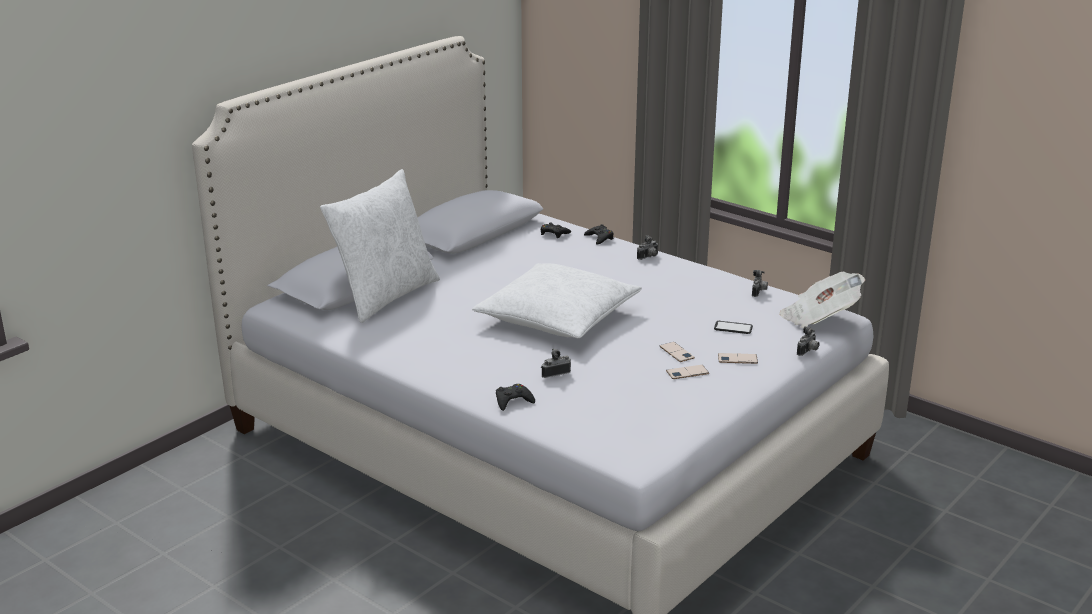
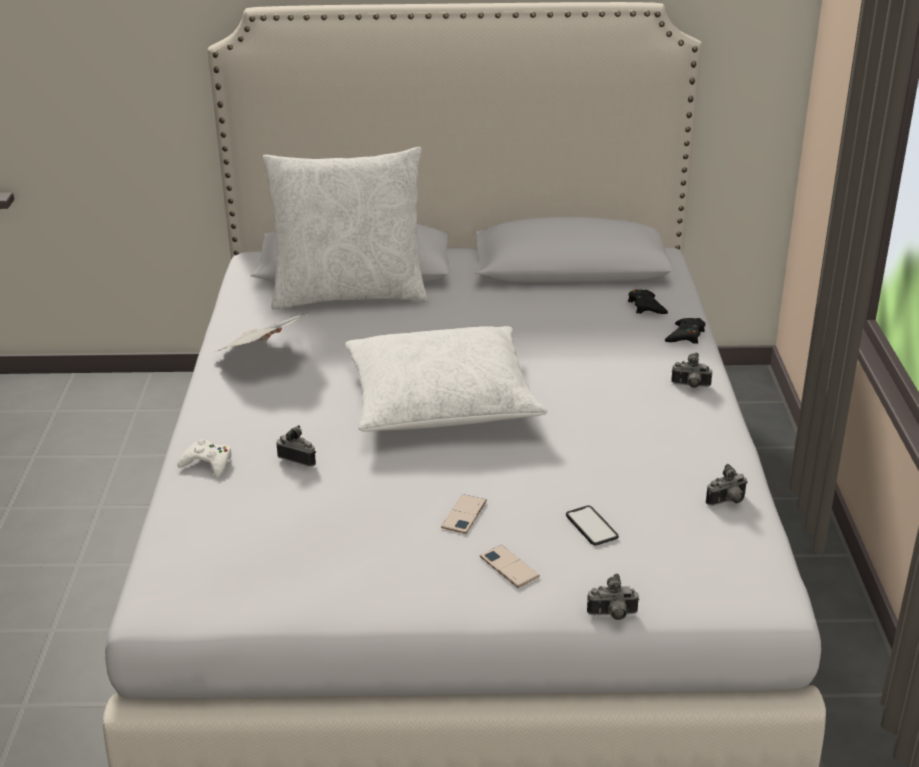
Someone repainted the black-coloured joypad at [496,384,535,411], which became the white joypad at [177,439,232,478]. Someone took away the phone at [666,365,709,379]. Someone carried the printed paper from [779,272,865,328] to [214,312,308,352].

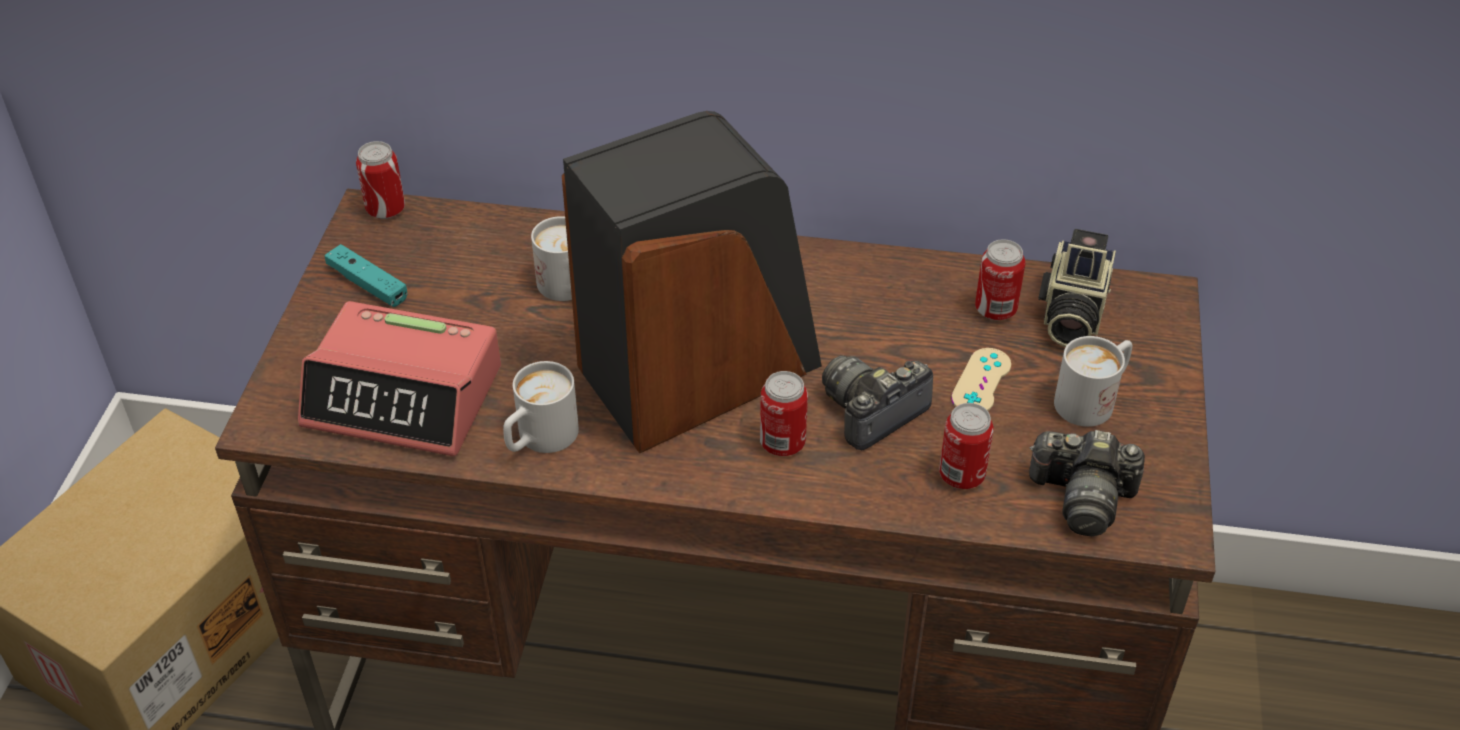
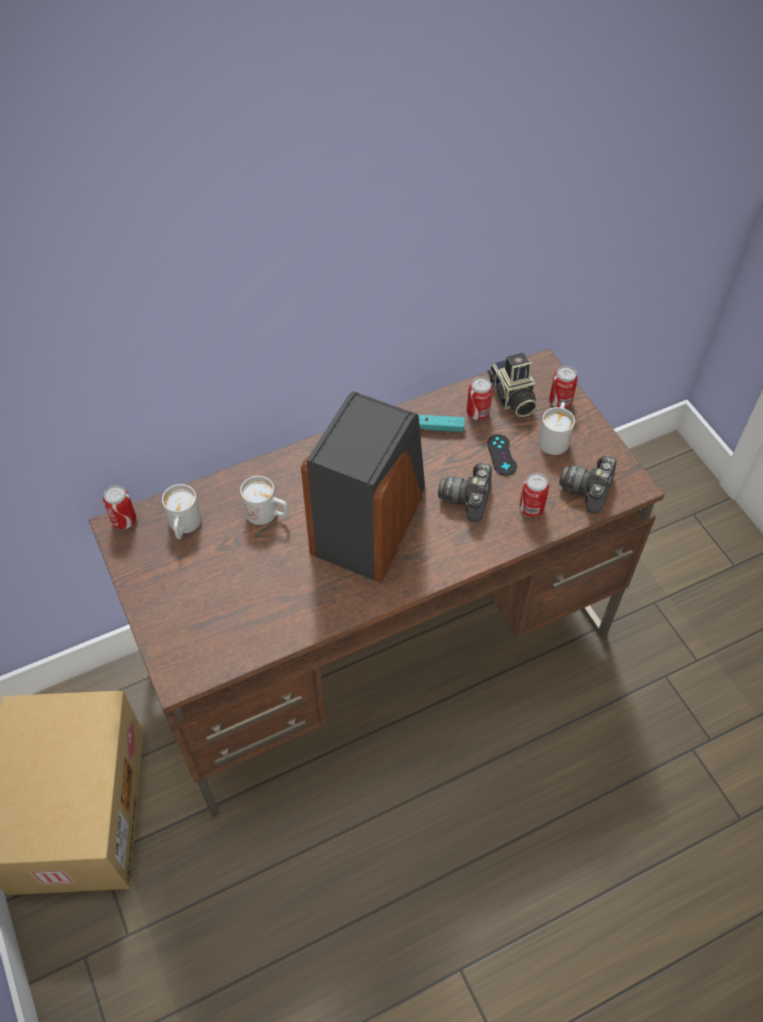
Someone took away the alarm clock at [298,301,501,457]. Someone carried the turquoise-coloured joypad from [325,244,407,307] to [418,415,465,432]. Someone carried the white tea mug from [503,361,579,453] to [162,484,202,539]. Someone carried the can from [760,371,808,456] to [549,366,578,408]. Someone repainted the beige-coloured joypad at [951,348,1011,411], which became the black-coloured joypad at [487,434,517,476]. Someone rotated the photo camera at [1029,430,1145,536] by 135 degrees clockwise.

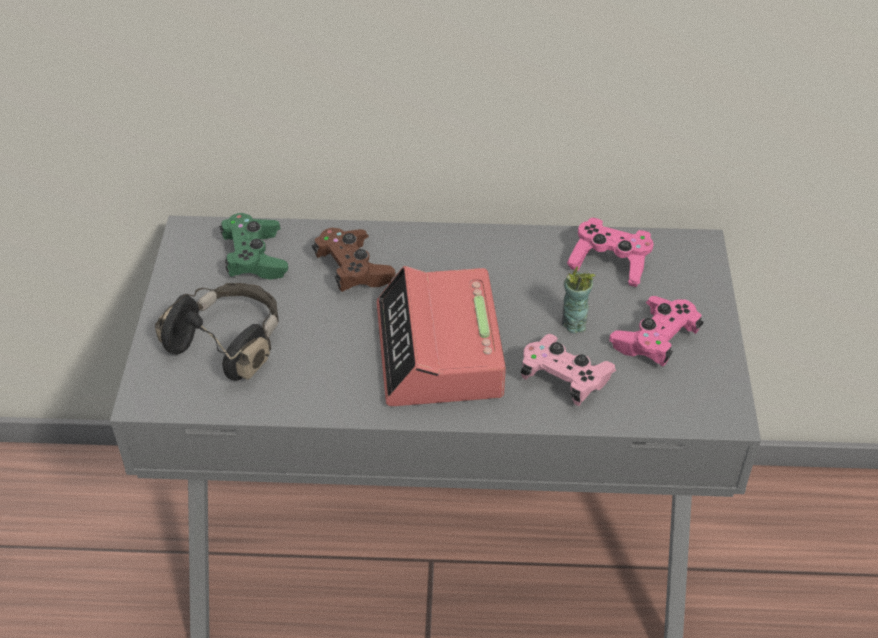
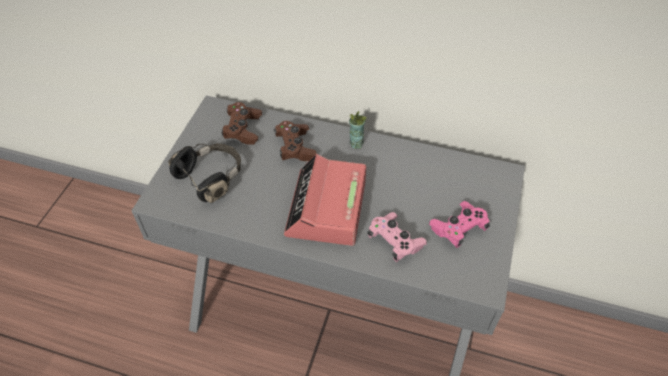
Someone repainted the greenish joypad at [219,213,288,280], which became the brownish joypad at [221,102,262,145]. Someone carried the drinking cup from [562,267,596,333] to [349,111,367,149]. Someone took away the pink joypad at [567,218,654,287].

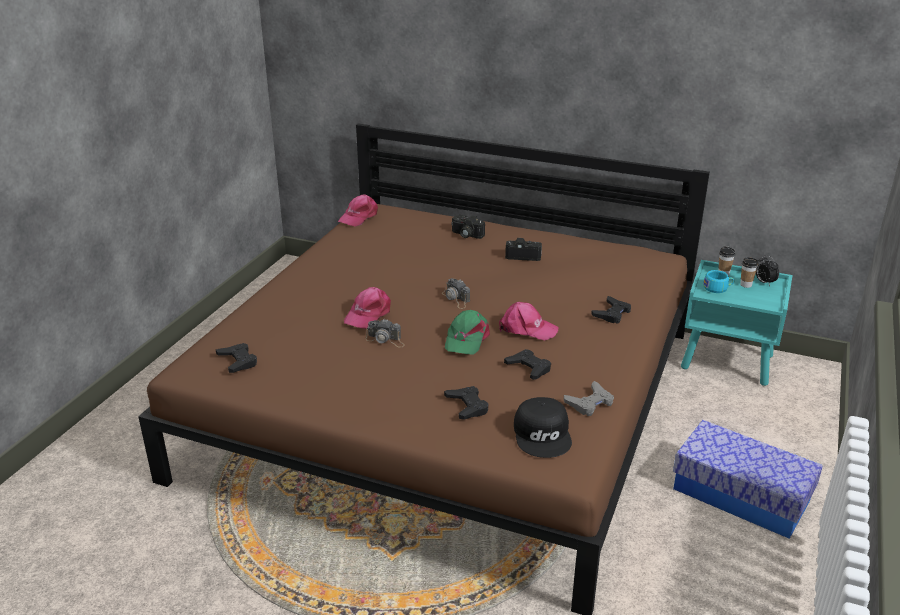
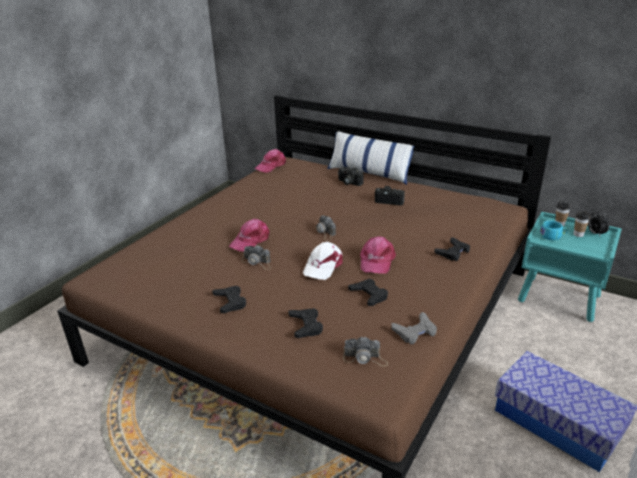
Someone carried the black-coloured joypad from [216,343,257,373] to [212,286,246,313]. Someone repainted the greenish baseball cap at [445,310,490,355], which became the white baseball cap at [303,242,343,280]. Someone rotated the pink baseball cap at [499,302,559,340] by 75 degrees clockwise. Someone swapped the black-coloured baseball cap at [514,397,572,458] for the photo camera at [343,336,388,367]. Someone put down the throw pillow at [327,131,415,185].

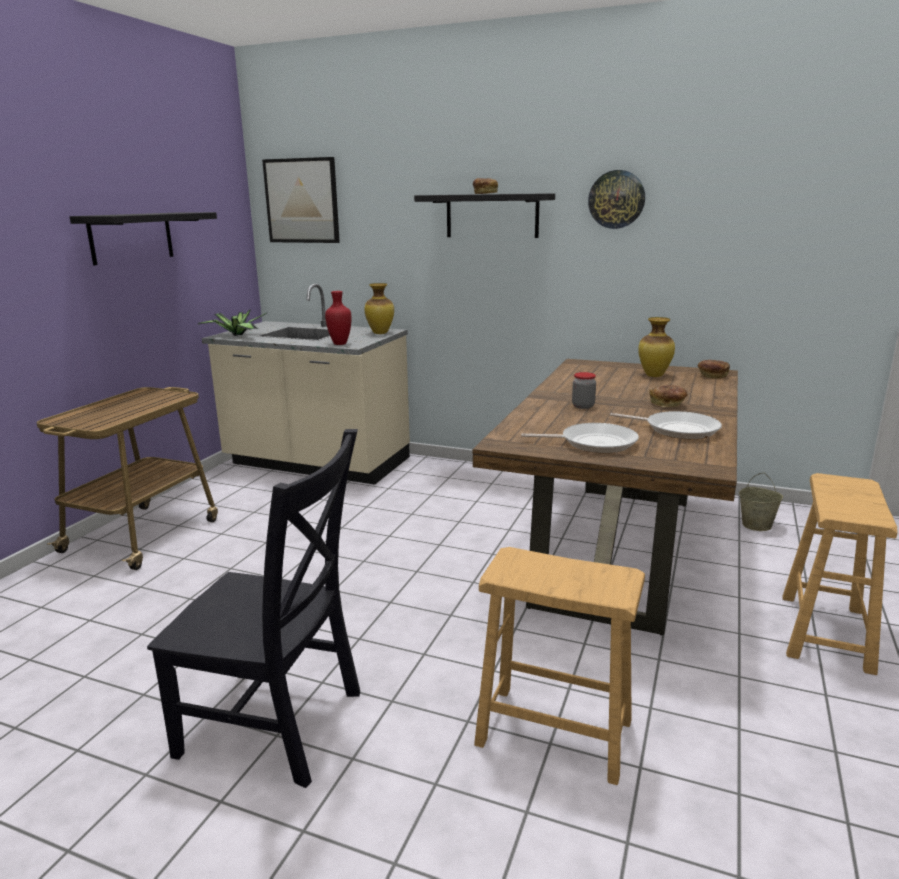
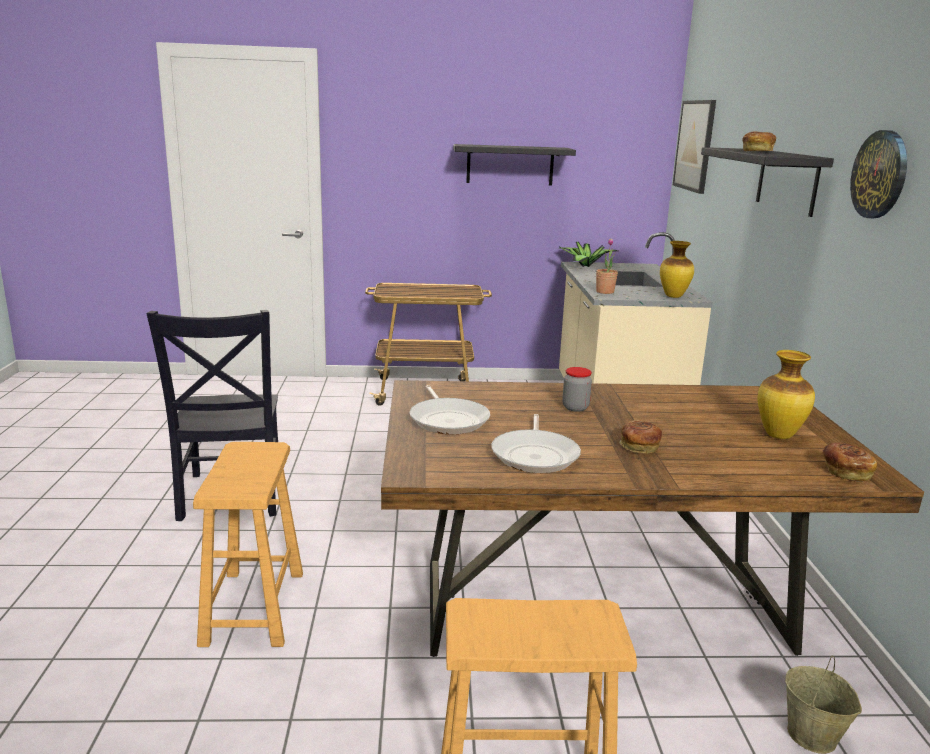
Someone swapped the red vase at [325,291,351,345] for the plant in a pot at [596,238,618,294].

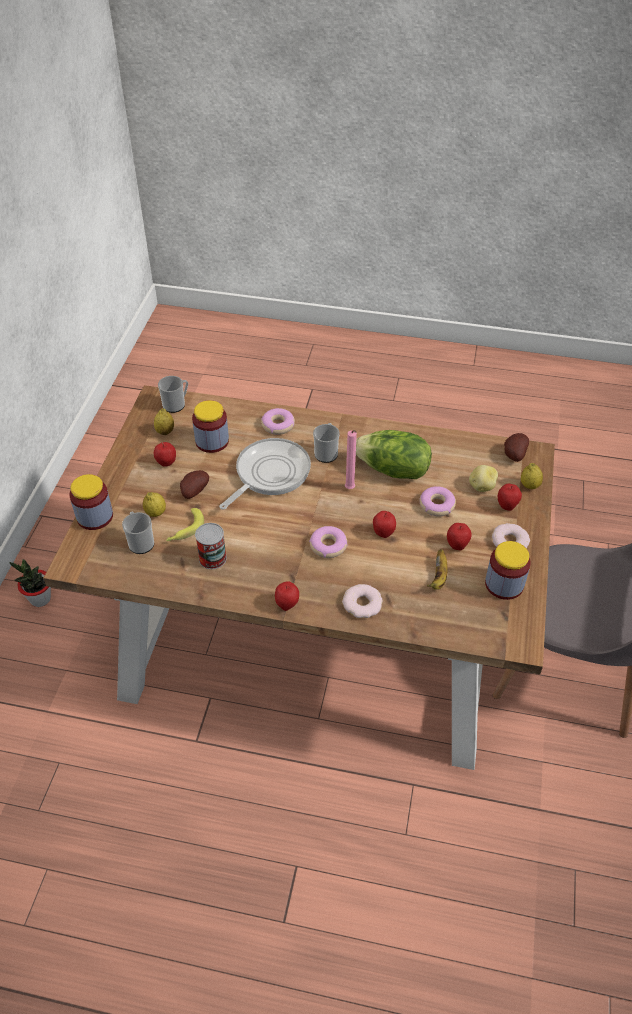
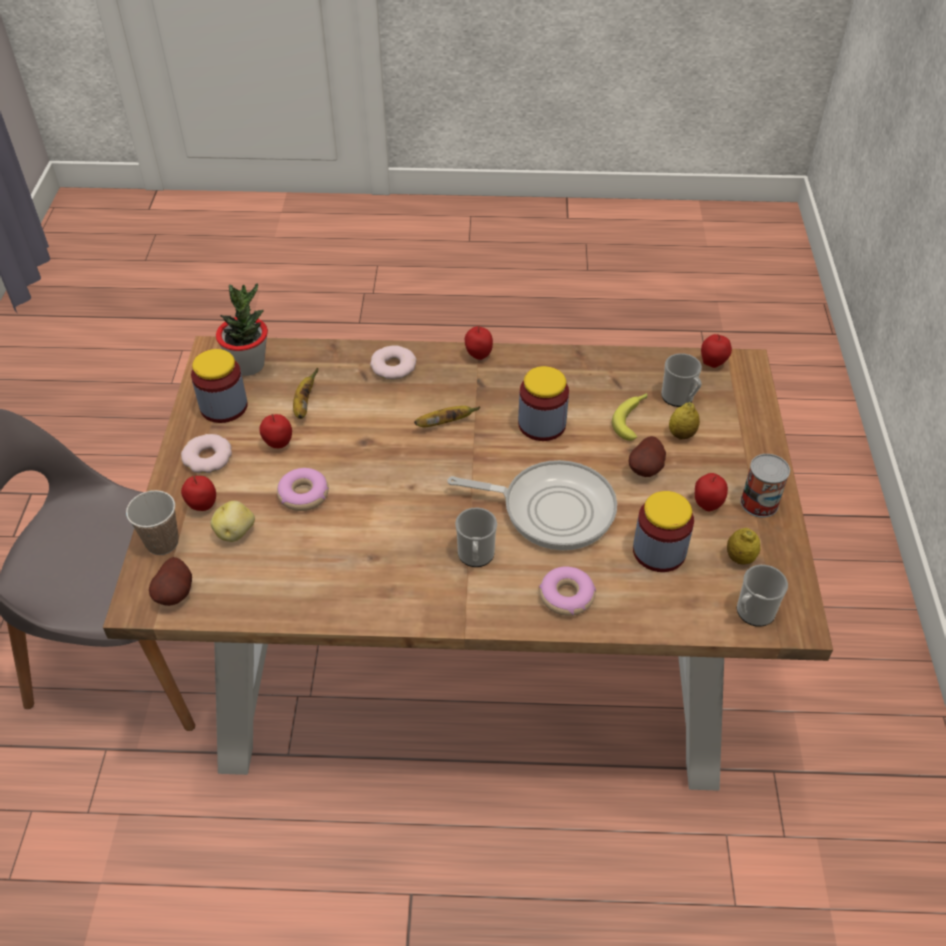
Someone carried the plant in a pot from [9,559,51,607] to [216,283,268,376]. Someone carried the storage jar from [69,474,113,530] to [518,366,569,441]. Someone carried the can from [195,523,227,569] to [740,454,790,518]. Someone rotated the frying pan at [219,438,311,510] by 105 degrees counterclockwise. Someone swapped the doughnut at [309,526,347,558] for the whole banana at [414,406,480,427]. Someone took away the pink candle at [345,430,357,489]. Someone took away the lettuce at [356,430,432,479]. Someone carried the apple fruit from [373,511,396,538] to [701,334,732,368]. Someone swapped the citrus fruit at [521,463,543,489] for the drinking cup at [126,490,179,555].

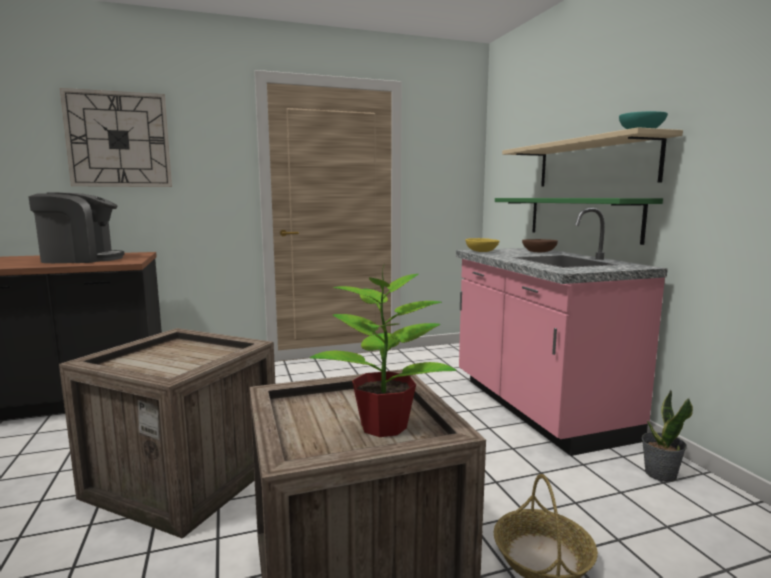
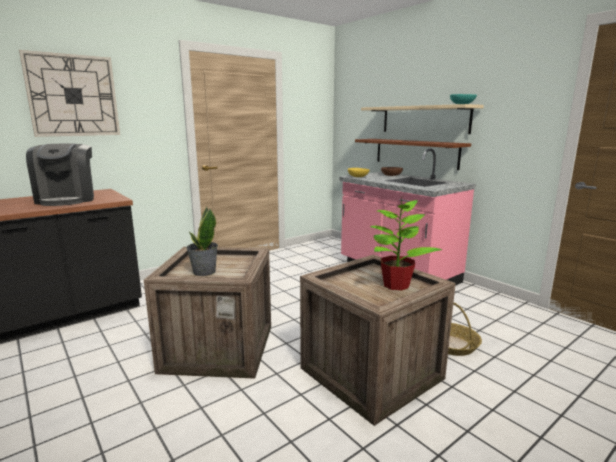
Someone rotated the coffee maker at [28,193,125,263] by 105 degrees clockwise. Someone repainted the greenish bracket shelf at [495,198,663,245], which became the brownish bracket shelf at [355,139,471,170]. Someone carried the plant in a pot from [642,390,693,482] to [186,207,218,276].

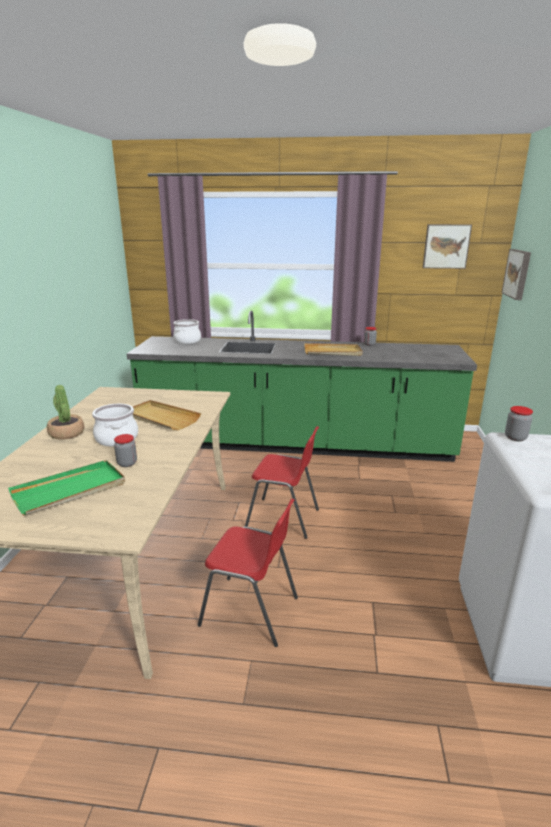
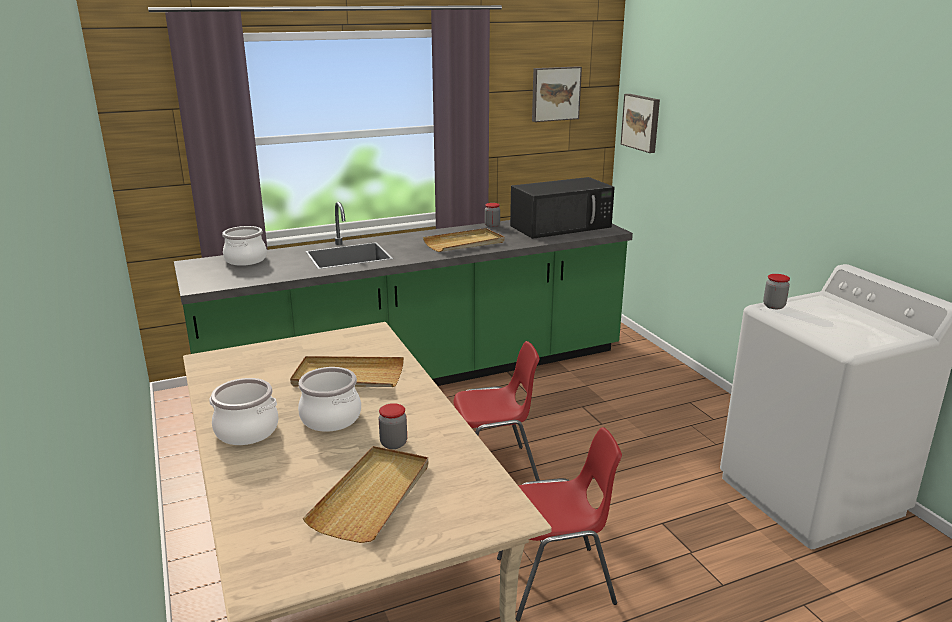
Someone repainted the greenish carrying tray at [8,460,125,515], which became the beige-coloured carrying tray at [303,446,428,543]. Someone swapped the plant in a pot at [47,385,84,440] for the saucepot at [209,378,279,445]. Someone put down the black-coloured kitchen microwave at [510,177,615,239].

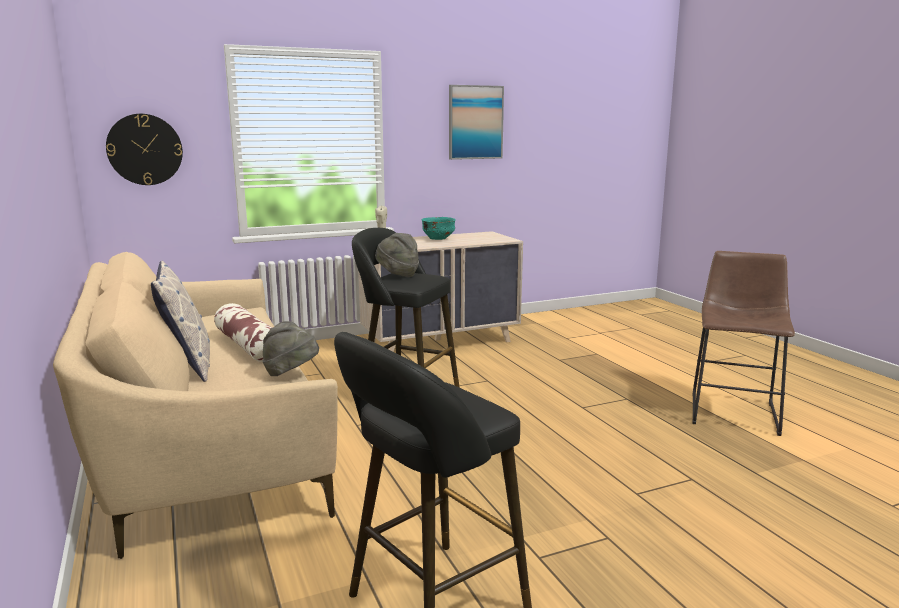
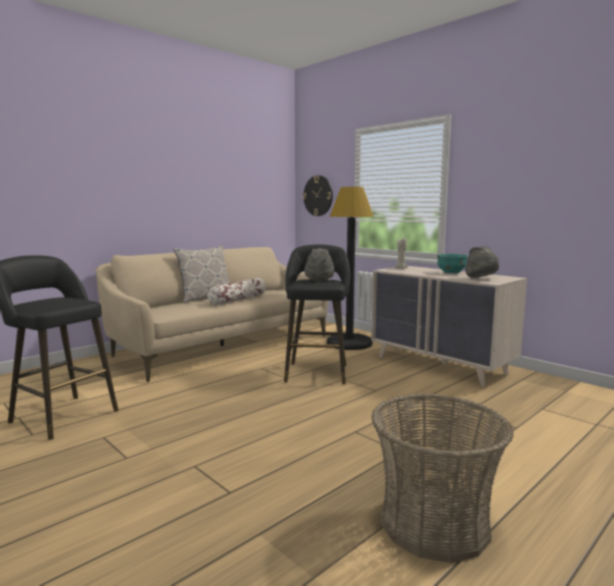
Someone carried the grey hat from [263,321,319,376] to [465,246,499,278]. Someone took away the wall art at [449,85,504,160]. Someone swapped the brownish stool seat at [692,251,795,436] for the storage basket at [371,394,514,563]. Someone put down the black-coloured standing lamp at [327,187,374,350].

